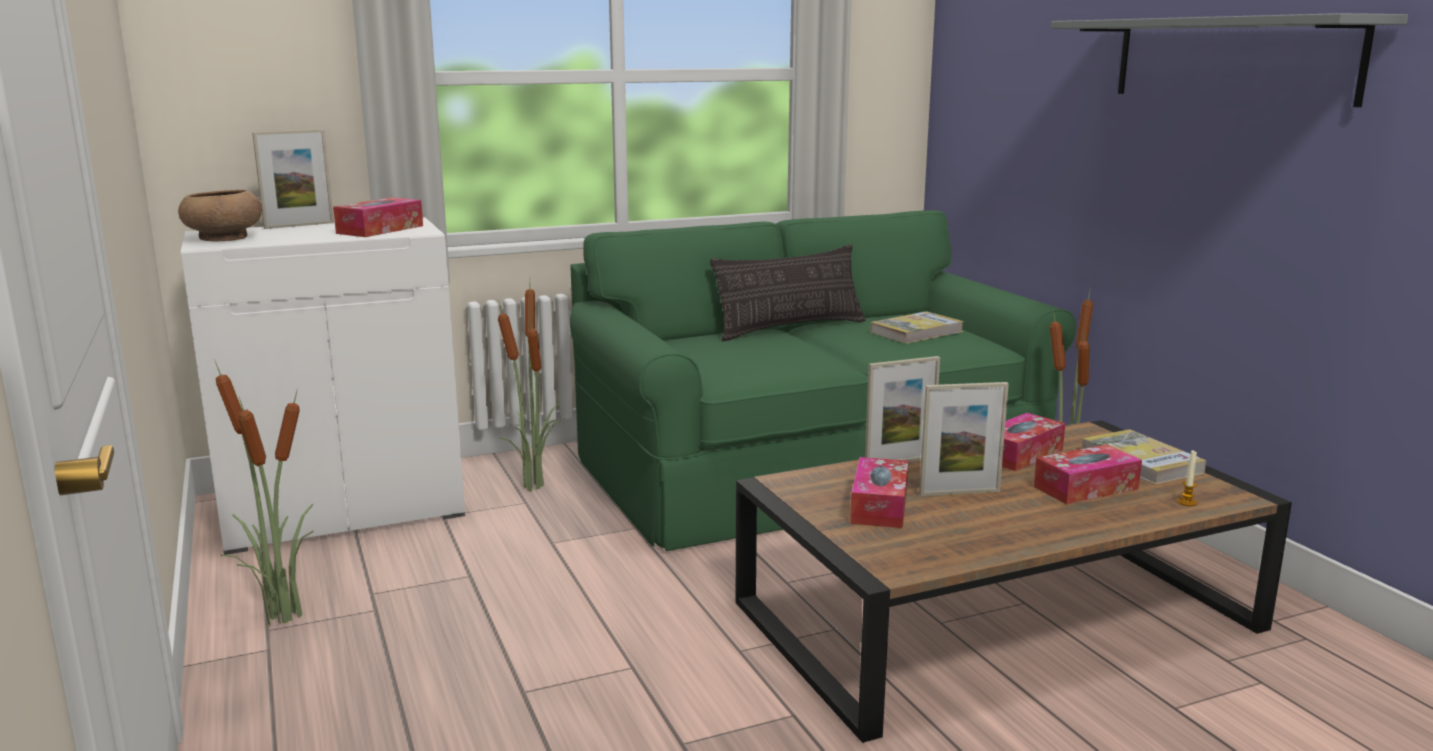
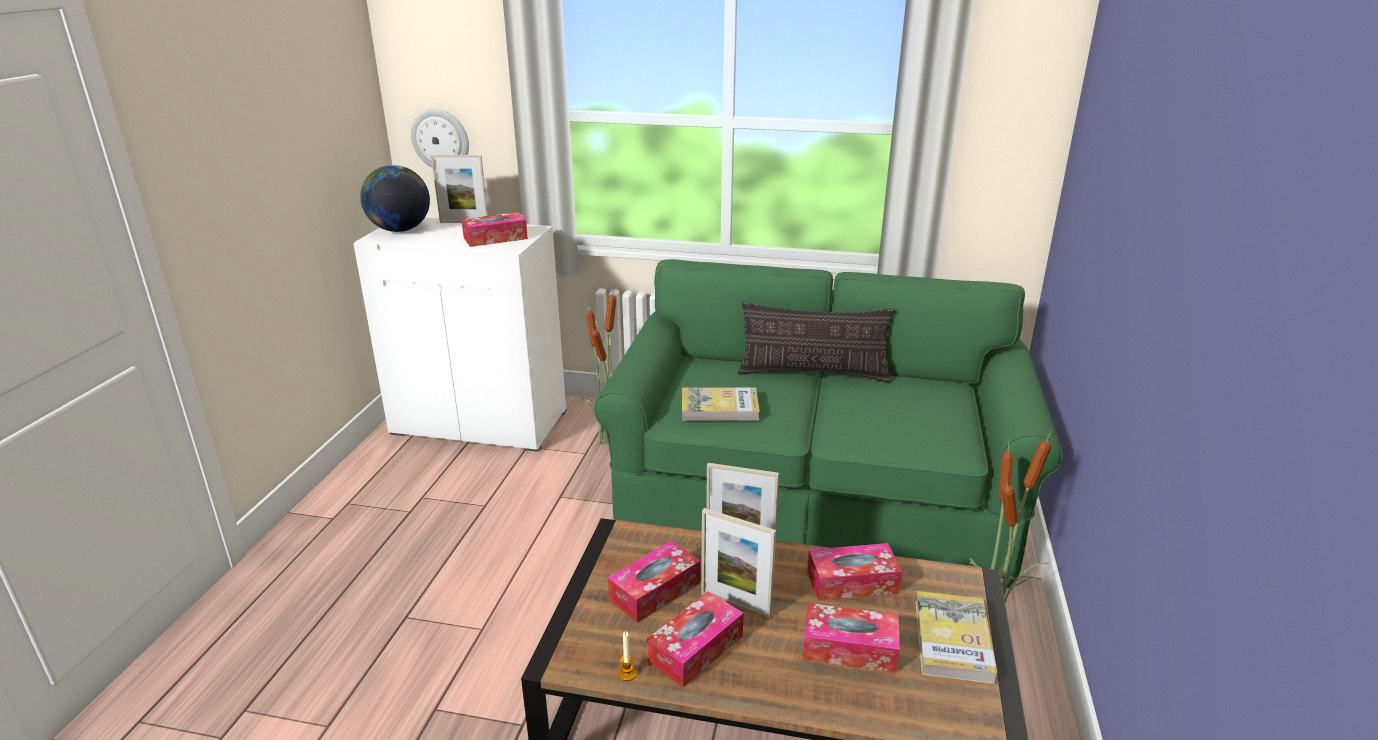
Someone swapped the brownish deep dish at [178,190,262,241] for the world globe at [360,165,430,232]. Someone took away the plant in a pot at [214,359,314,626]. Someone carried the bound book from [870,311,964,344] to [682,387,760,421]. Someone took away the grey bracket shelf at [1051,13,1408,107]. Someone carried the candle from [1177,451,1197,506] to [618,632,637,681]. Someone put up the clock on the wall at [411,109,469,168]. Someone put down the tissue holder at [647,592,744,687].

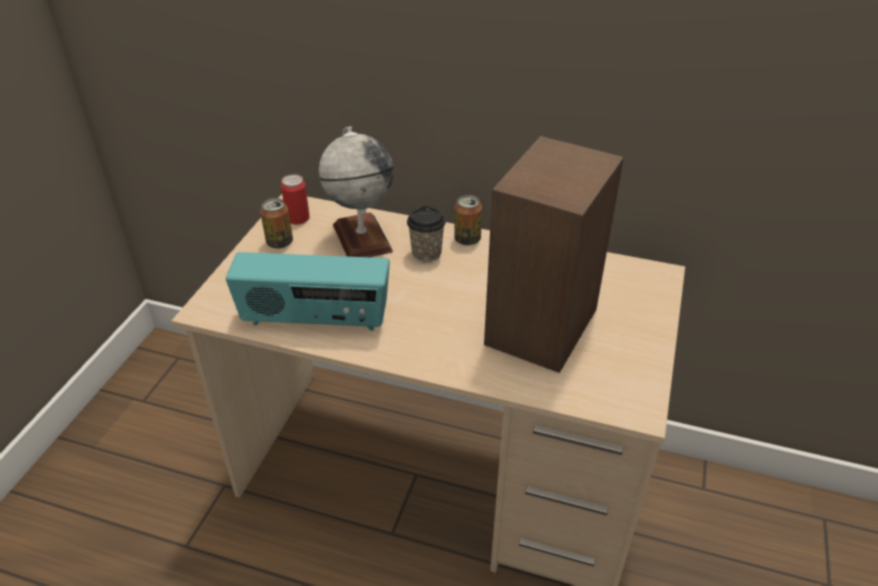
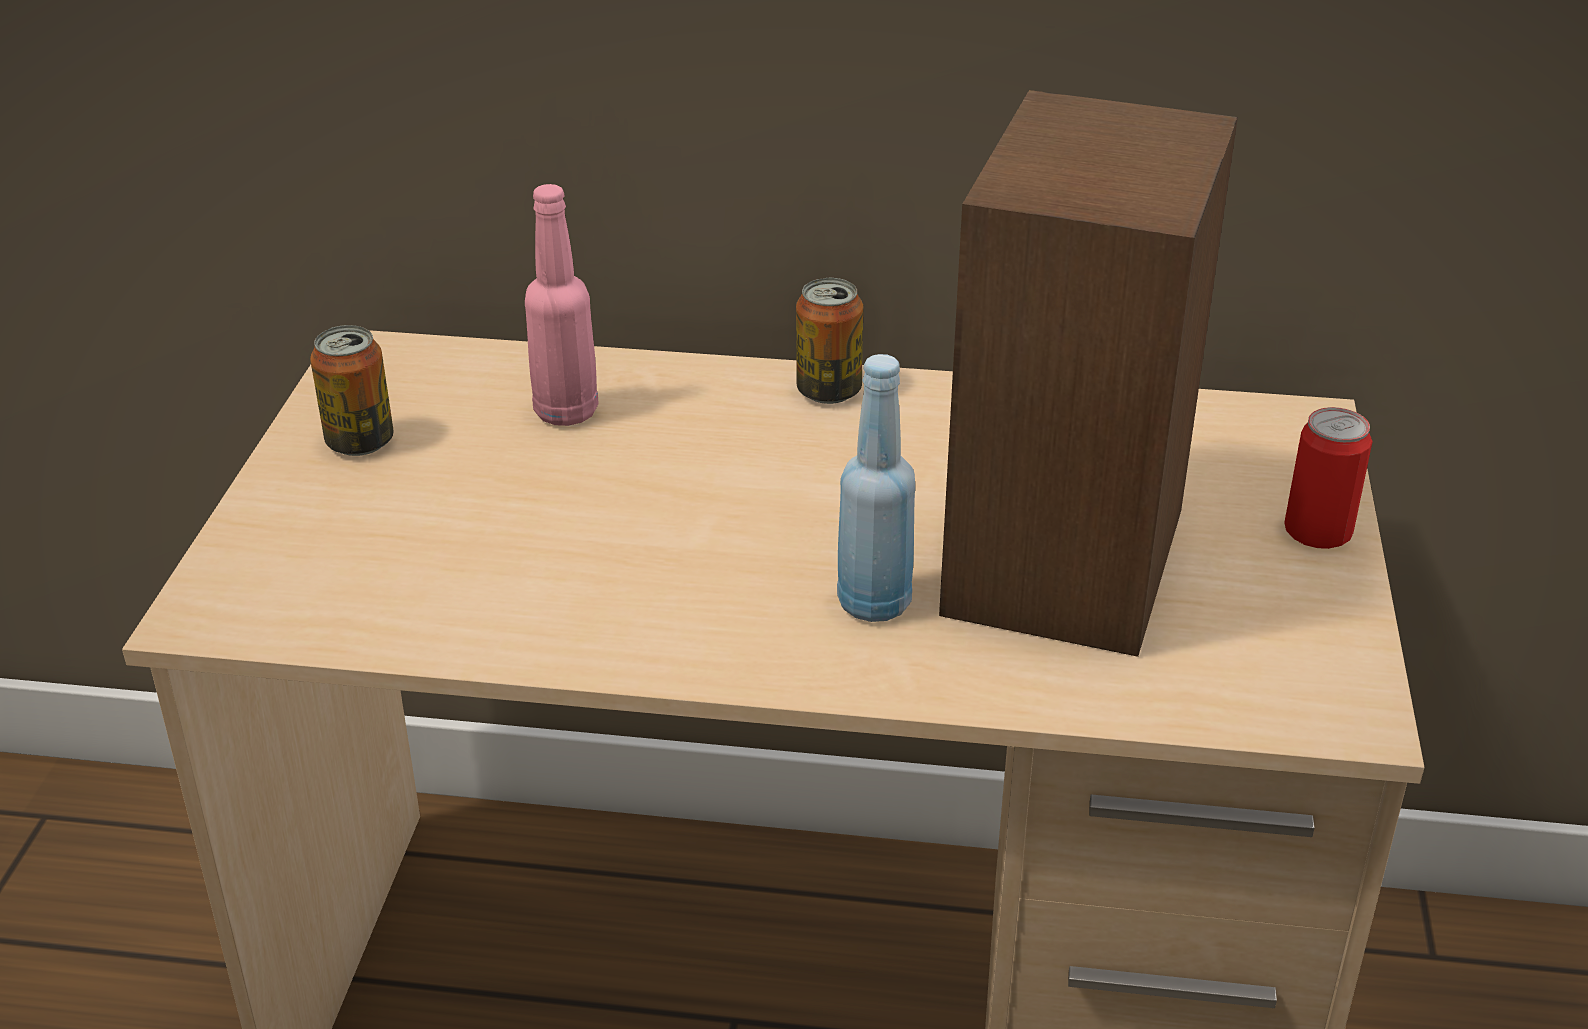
Someone took away the radio set at [226,252,390,331]. Someone carried the can from [281,174,310,225] to [1284,407,1372,549]. Someone swapped the world globe at [319,126,394,257] for the pink beverage bottle at [525,184,599,426]. Someone took away the drinking cup at [407,206,446,263]. Someone put down the blue beverage bottle at [837,354,915,622].

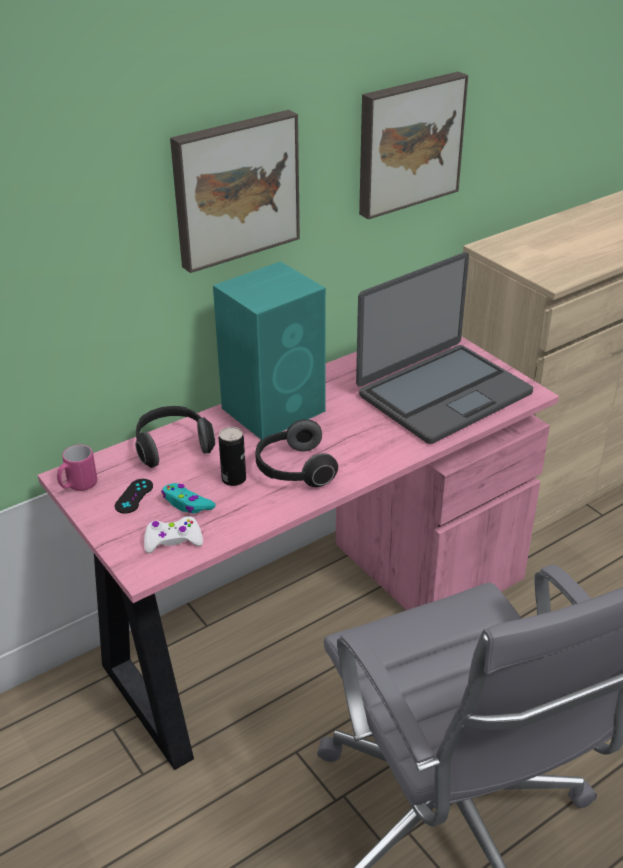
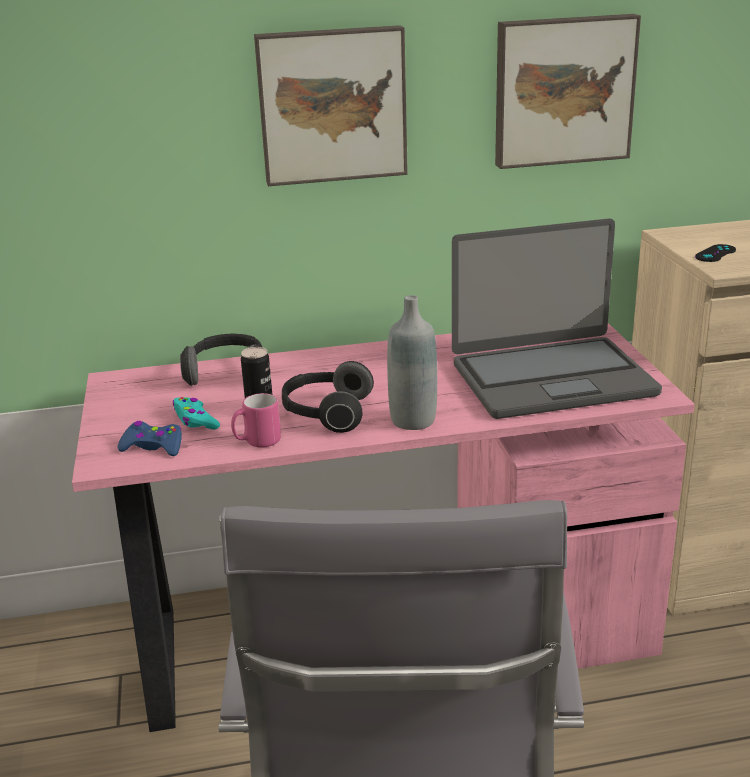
Someone carried the pink tea mug from [57,445,97,491] to [231,393,281,447]. Someone carried the black-coloured joypad from [115,479,153,514] to [695,244,736,262]. Someone repainted the white joypad at [144,516,203,553], which became the blue joypad at [118,421,182,456]. Someone took away the turquoise-coloured audio speaker at [213,261,326,440]. Someone put down the grey beverage bottle at [387,295,437,430].

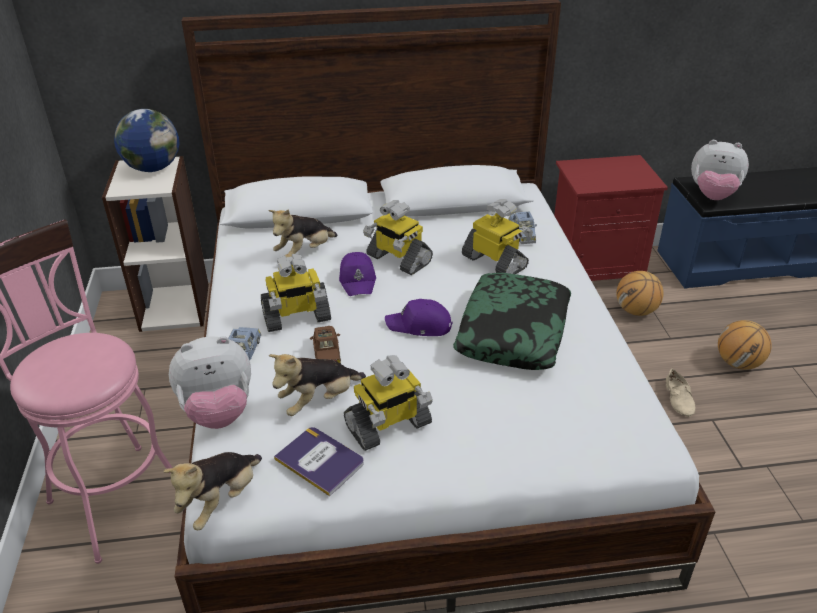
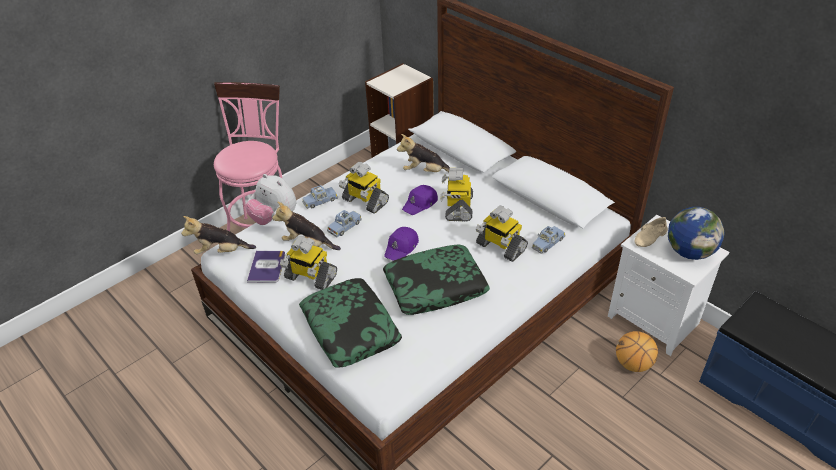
Someone carried the world globe from [114,109,179,172] to [668,207,725,260]. Someone repainted the brownish toy car at [310,326,341,364], which became the blue toy car at [327,210,362,238]. Someone rotated the purple baseball cap at [385,299,452,336] by 120 degrees counterclockwise. Someone rotated the robot figure at [462,199,533,274] by 120 degrees clockwise. Someone repainted the red bedside table at [554,155,668,281], which became the white bedside table at [608,215,729,356]. Someone carried the beige-coloured shoe from [666,368,695,417] to [634,217,668,247]. Someone took away the cuddly toy at [691,140,749,200]. Someone took away the ball for basketball at [718,320,772,370]. Someone put down the throw pillow at [299,278,402,367].

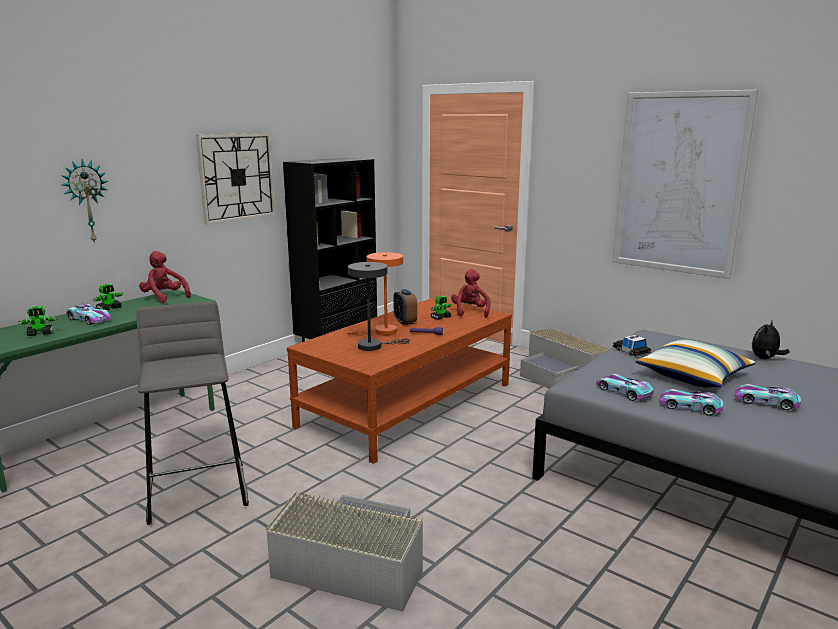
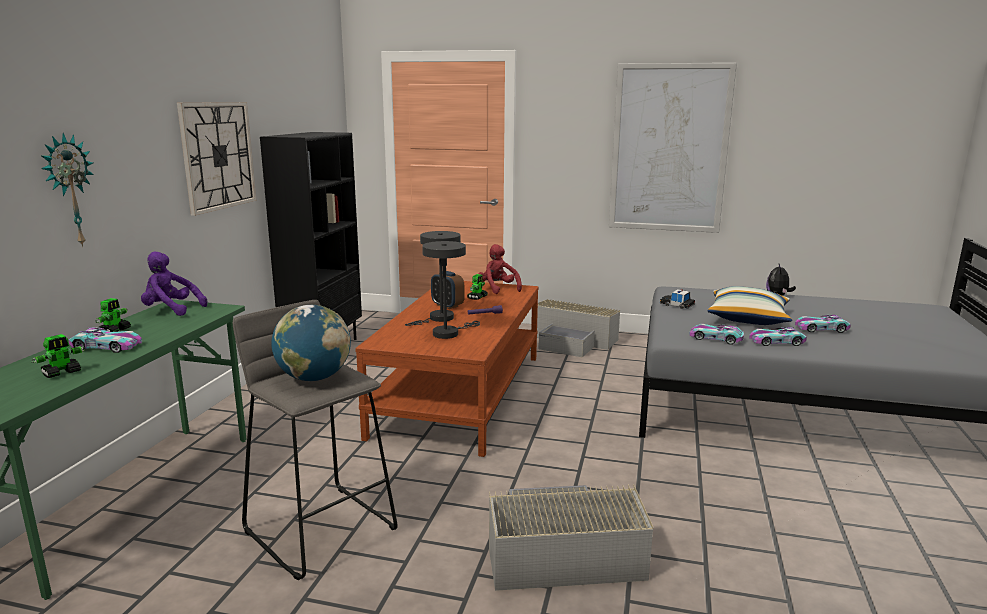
Someone repainted the red cuddly toy at [139,251,191,303], which became the purple cuddly toy at [141,252,207,316]. Someone repainted the orange-coloured tabletop lamp at [347,252,403,336], which became the grey tabletop lamp at [405,231,461,326]. Someone put down the world globe at [272,305,351,381].

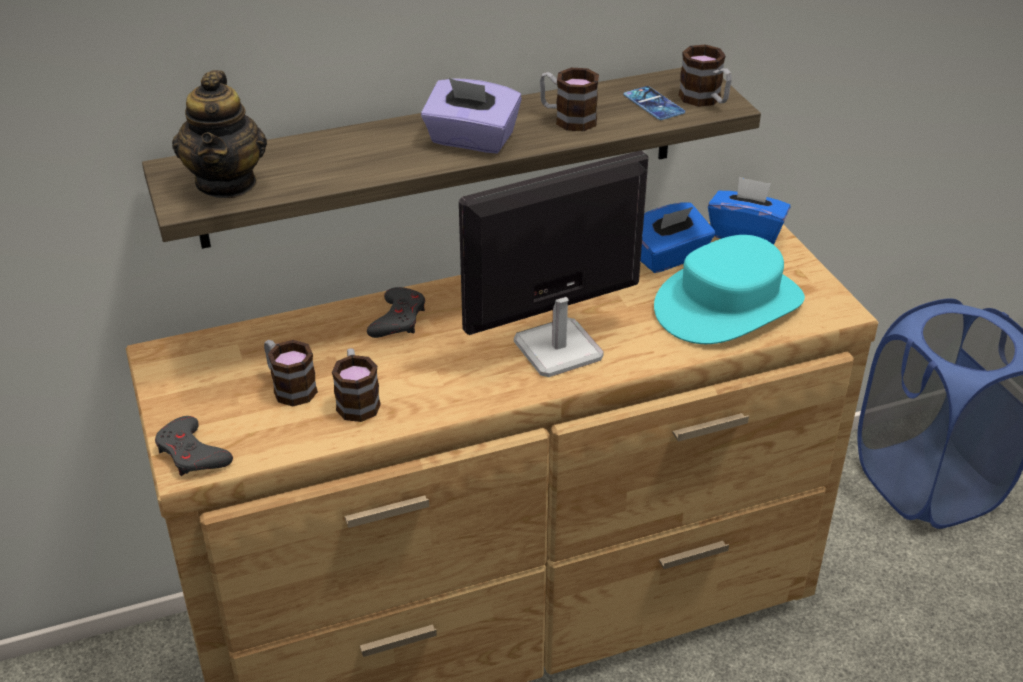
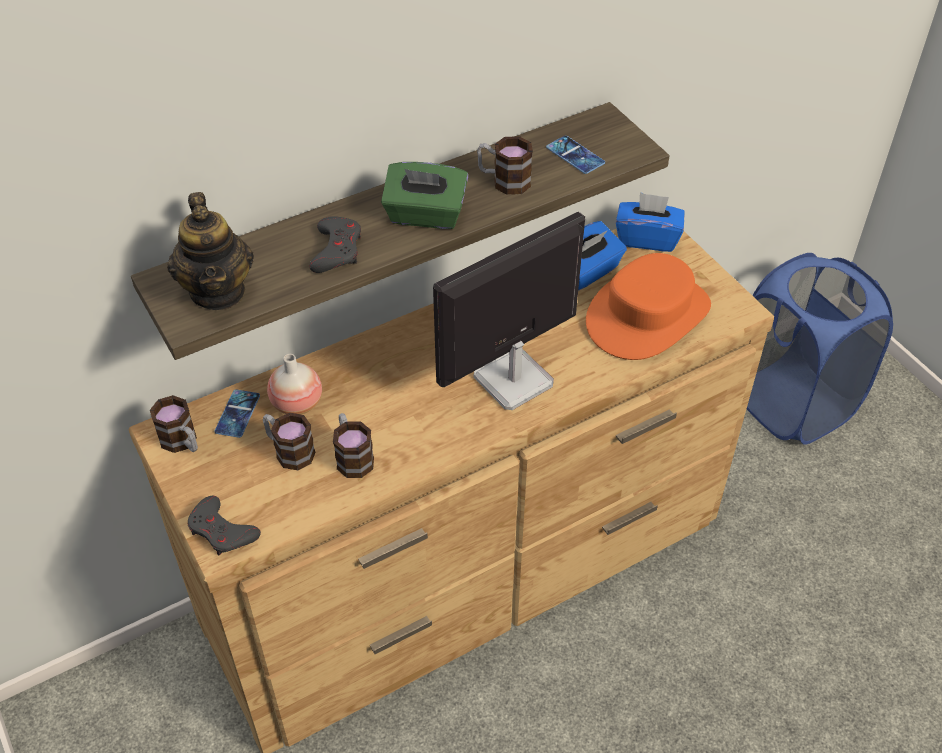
Someone carried the grey joypad from [367,287,425,338] to [309,216,361,273]. Someone repainted the purple tissue holder at [421,78,522,154], which became the greenish tissue holder at [381,162,468,229]. Someone repainted the turquoise-coloured hat at [654,235,805,344], which became the orange-coloured hat at [586,253,711,360]. Someone carried the tea mug from [679,44,732,107] to [150,395,198,453]. Someone put down the phone at [214,389,260,438]. Someone put down the vase at [267,354,322,414].

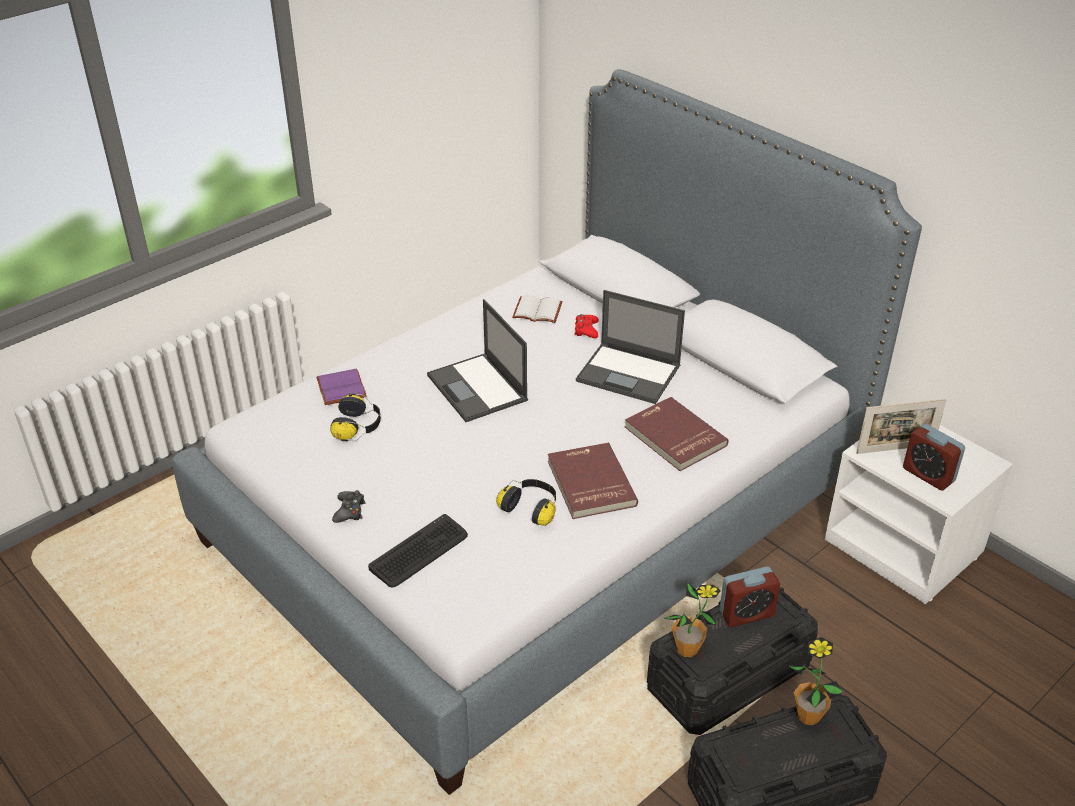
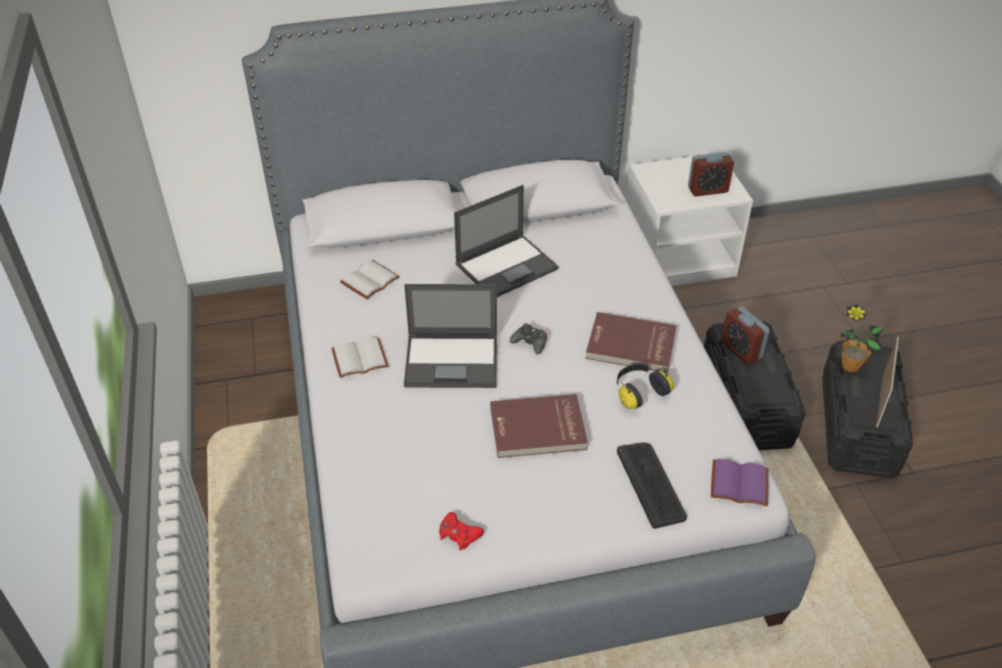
Someone carried the purple bound book from [316,369,367,405] to [711,459,768,506]. Someone took away the headset at [330,393,381,441]. Someone carried the black-coloured joypad from [332,490,366,523] to [510,323,547,354]. Someone carried the red joypad from [574,314,599,338] to [439,512,484,551]. Someone carried the red bound book from [625,397,729,471] to [490,394,588,458]. Someone took away the plant in a pot at [665,582,721,657]. Someone rotated the alarm clock at [719,566,780,627] by 135 degrees clockwise. Someone carried the standing frame from [856,399,947,454] to [876,337,899,428]. Someone put down the white bound book at [331,337,389,378].

